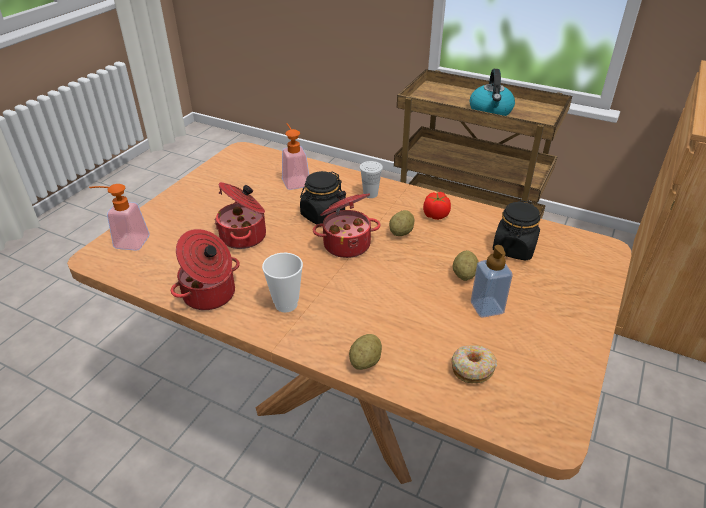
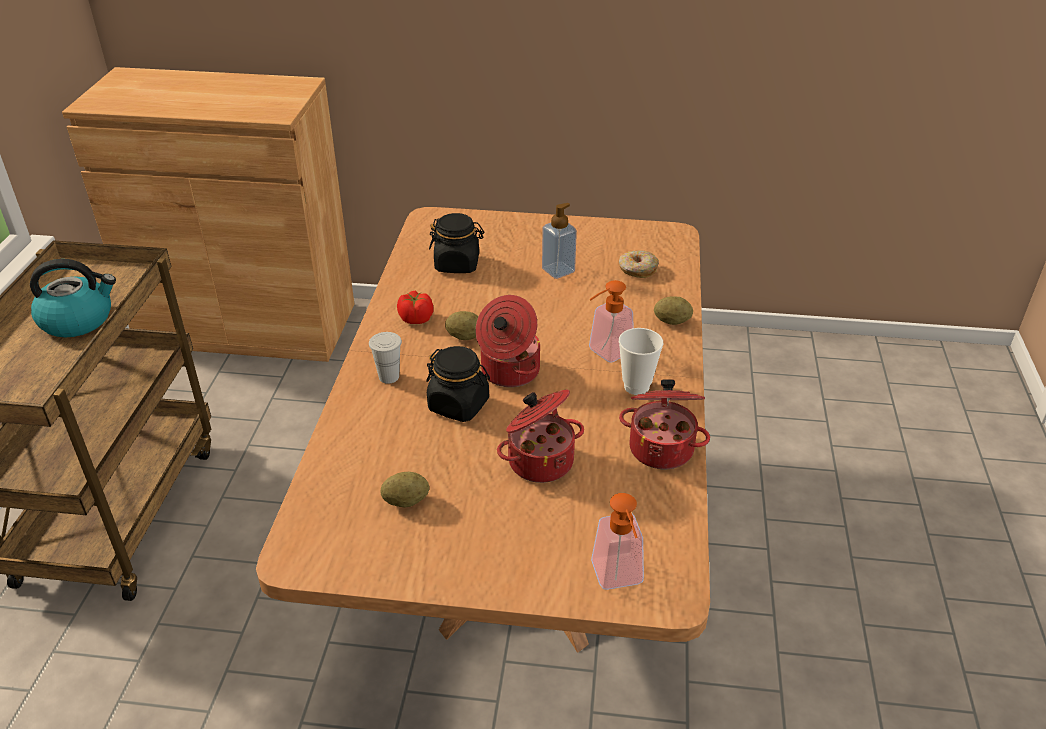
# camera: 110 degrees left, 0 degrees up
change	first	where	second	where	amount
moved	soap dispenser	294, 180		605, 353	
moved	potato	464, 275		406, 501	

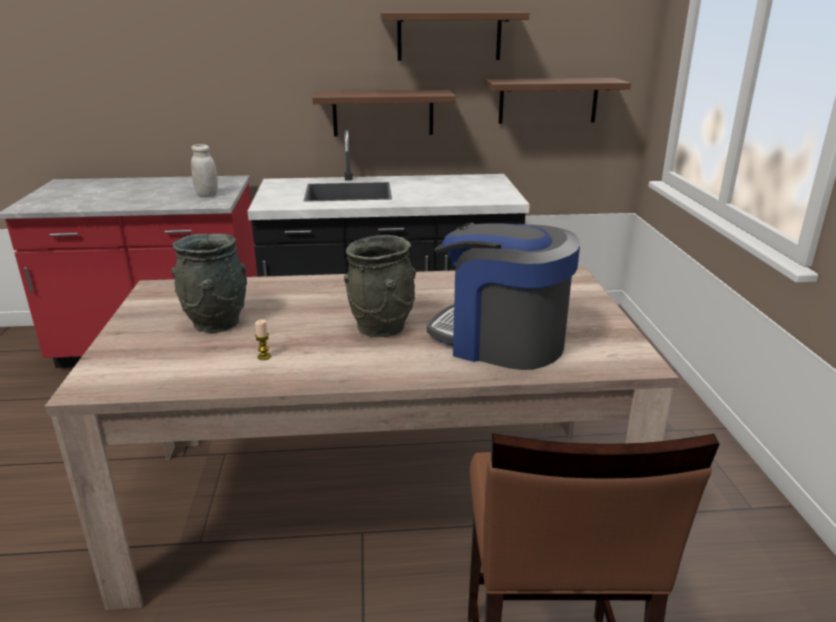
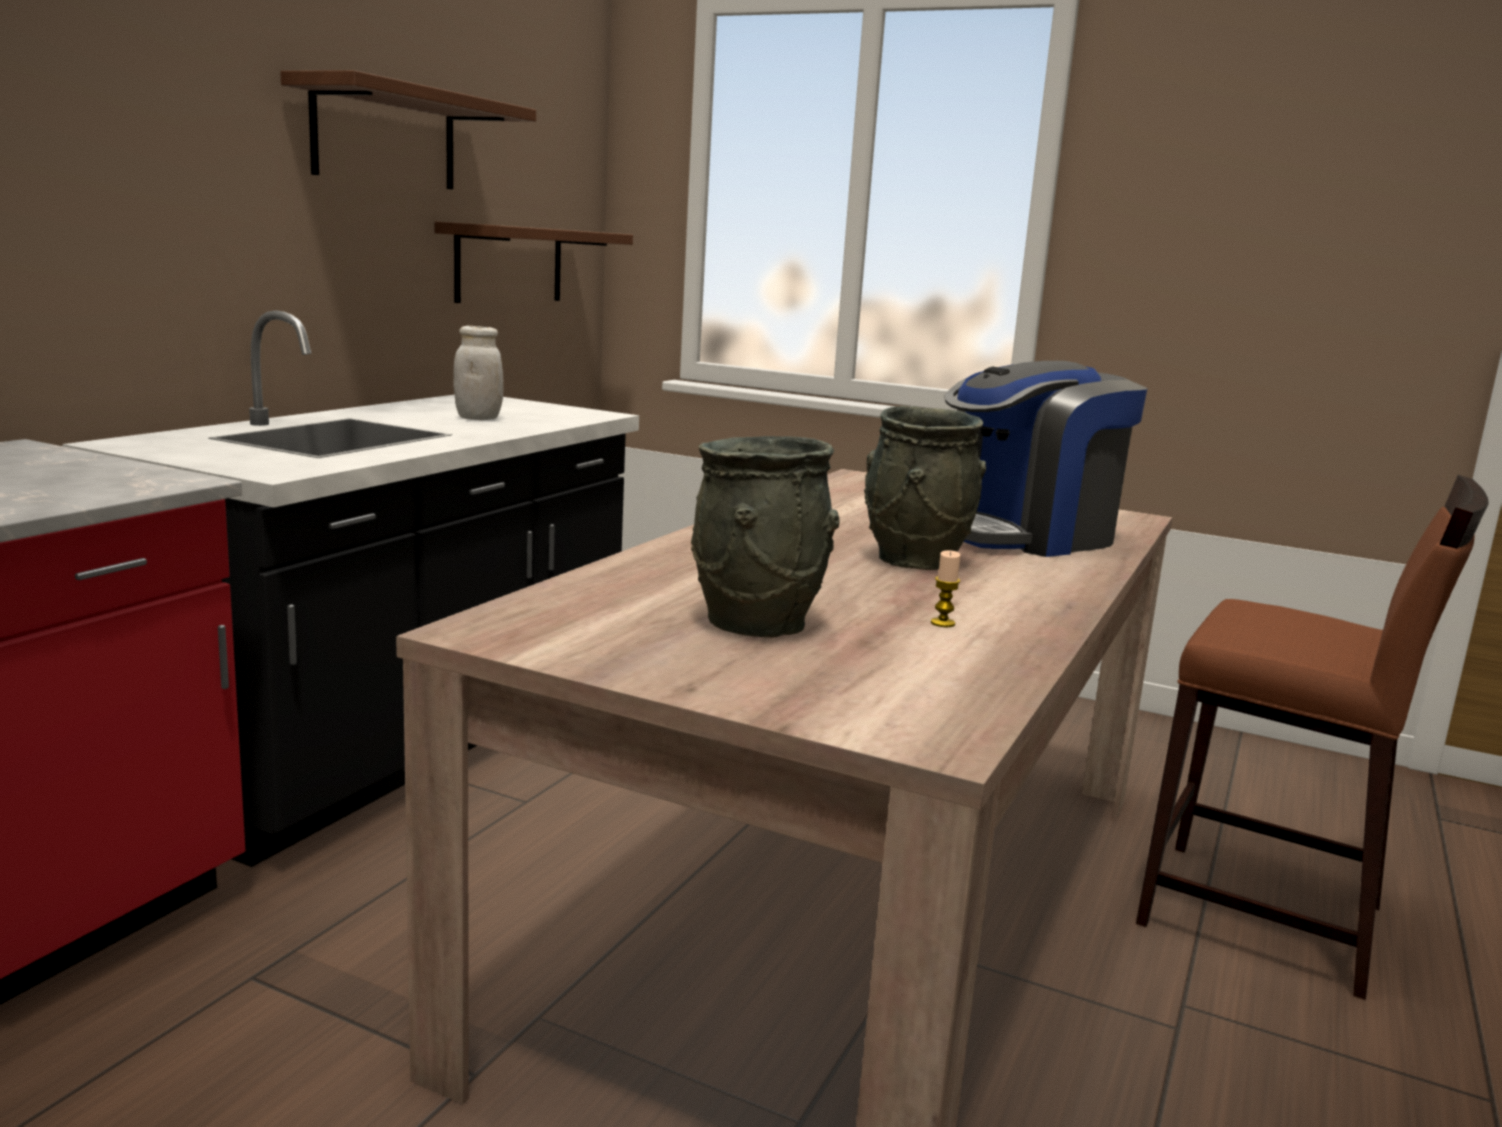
# camera: 60 degrees left, 10 degrees down
change	first	where	second	where	amount
removed	shelf	383, 113			
moved	jar/white	207, 195		478, 418	

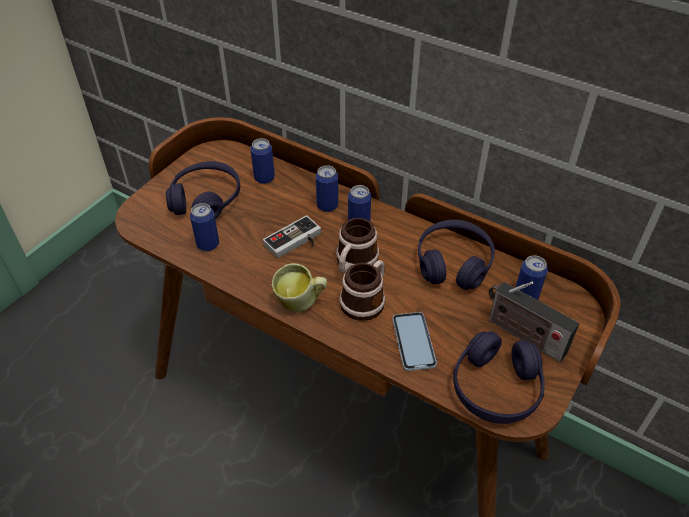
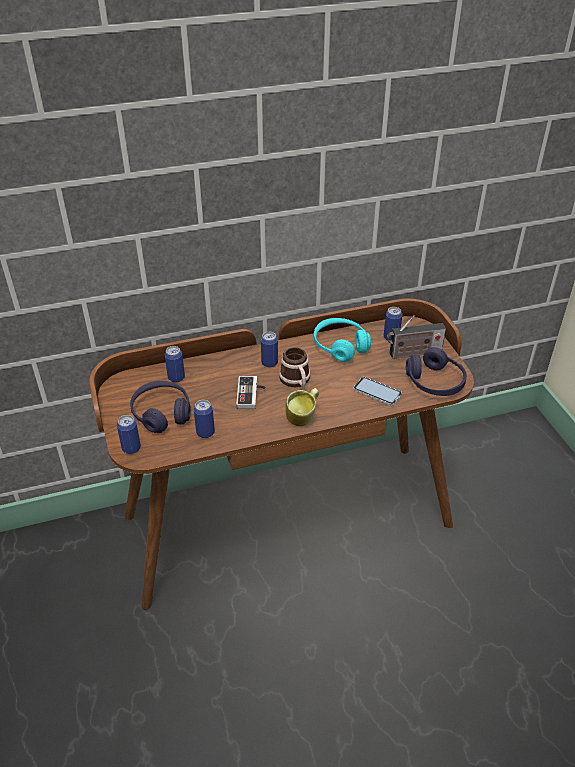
# camera: 50 degrees left, 5 degrees down
change	first	where	second	where	amount
removed	mug	366, 300			
moved	can	327, 206		131, 448	
recoloured	headphones/purple	453, 263	headphones/turquoise	340, 346	

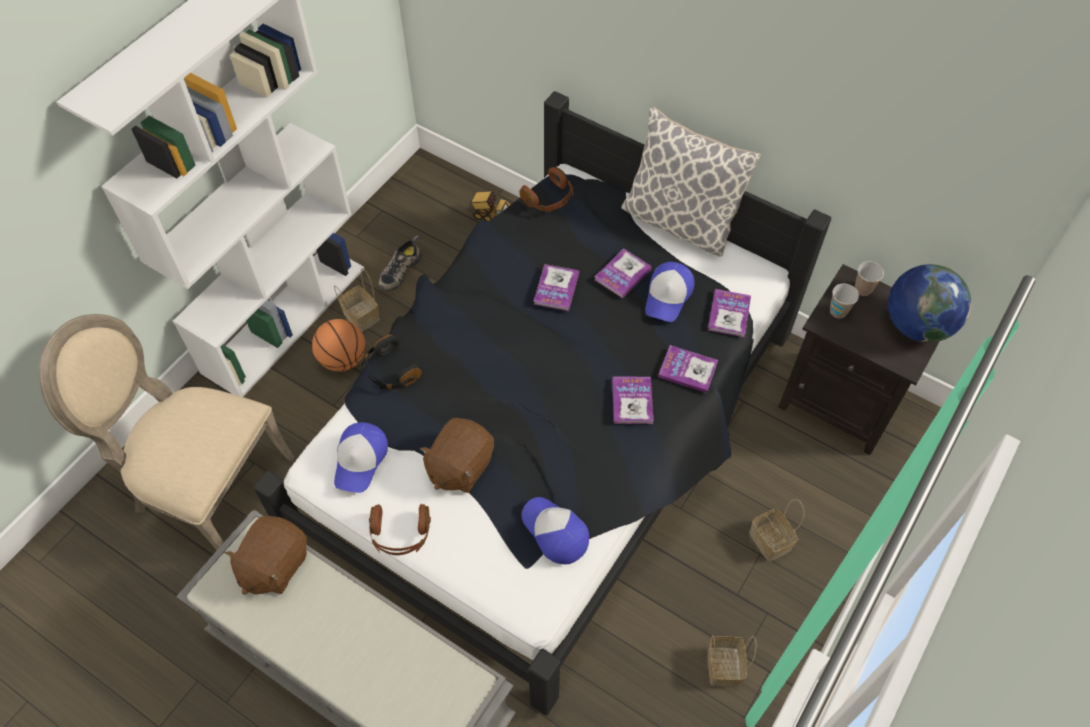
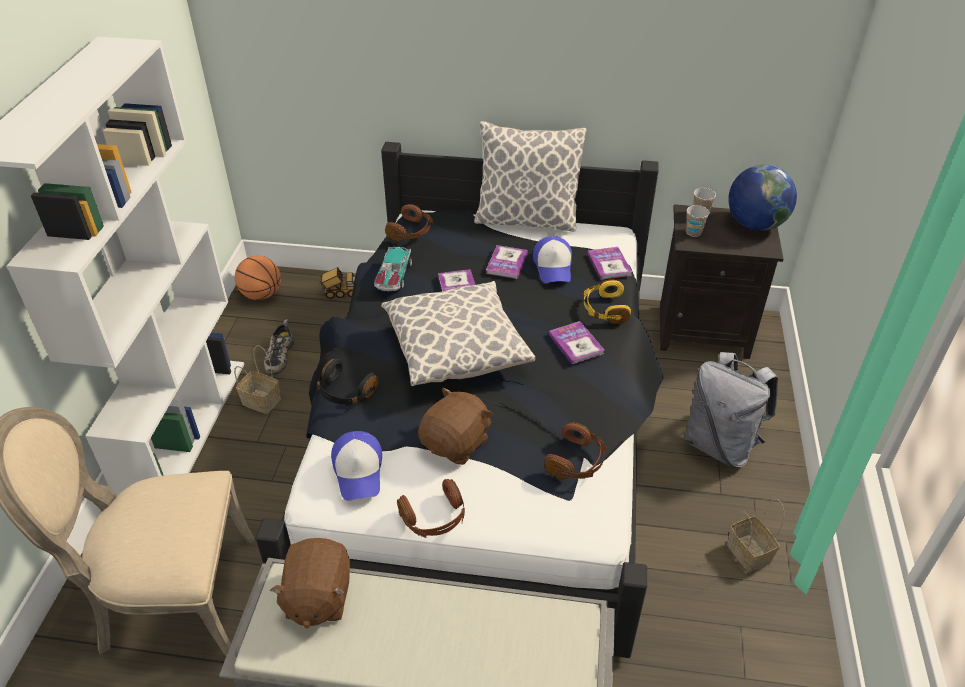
# camera: 25 degrees left, 15 degrees down
change	first	where	second	where	amount
added			toy car	393, 276	
added			pillow	456, 350	
moved	basketball	343, 359		261, 295	
replaced	cap	554, 532	headphones/brown	577, 461	
replaced	book	687, 370	headphones/yellow	604, 309	
replaced	basket	771, 542	backpack/grey	720, 445	
turned	plush toy/brown	459, 466		456, 443	150 degrees counterclockwise

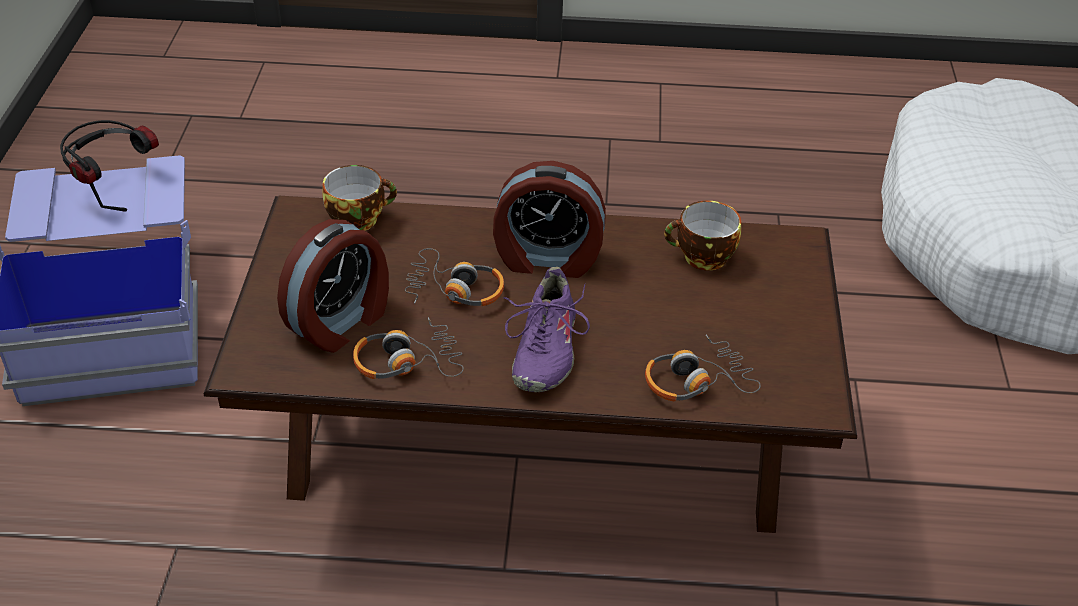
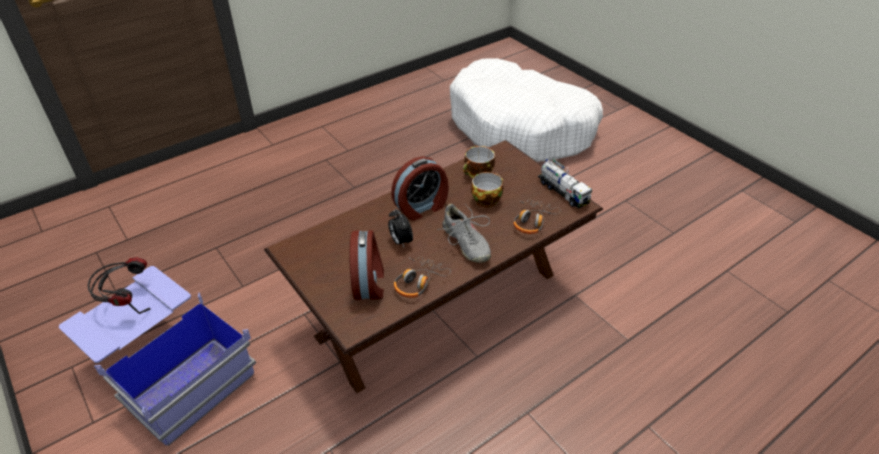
# camera: 40 degrees left, 0 degrees up
change	first	where	second	where	amount
added			toy truck	563, 192	
moved	cup	359, 218		486, 199	
replaced	headphones	455, 290	alarm clock	400, 241	
recoloured	shoe/purple	544, 350	shoe/grey	465, 243	

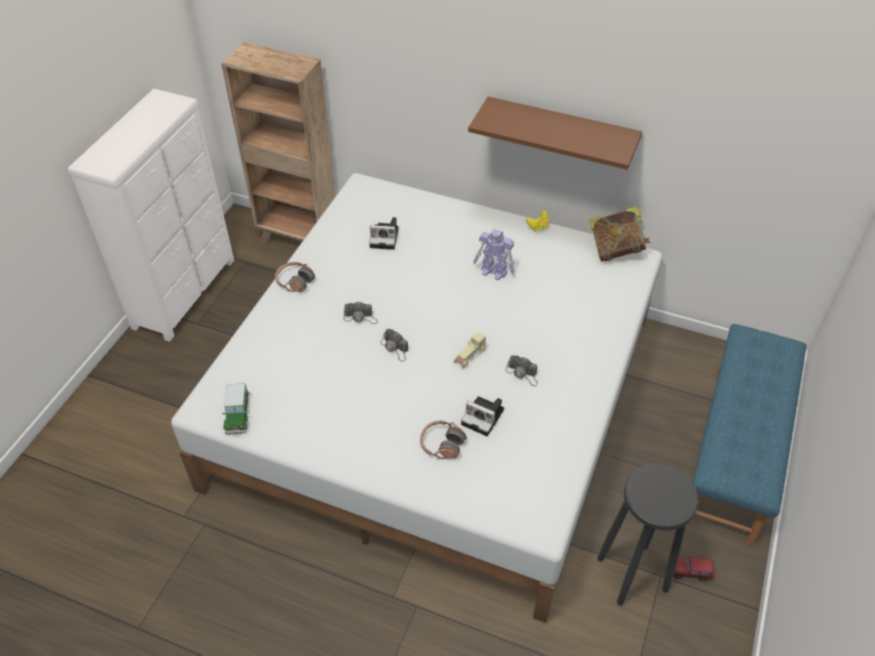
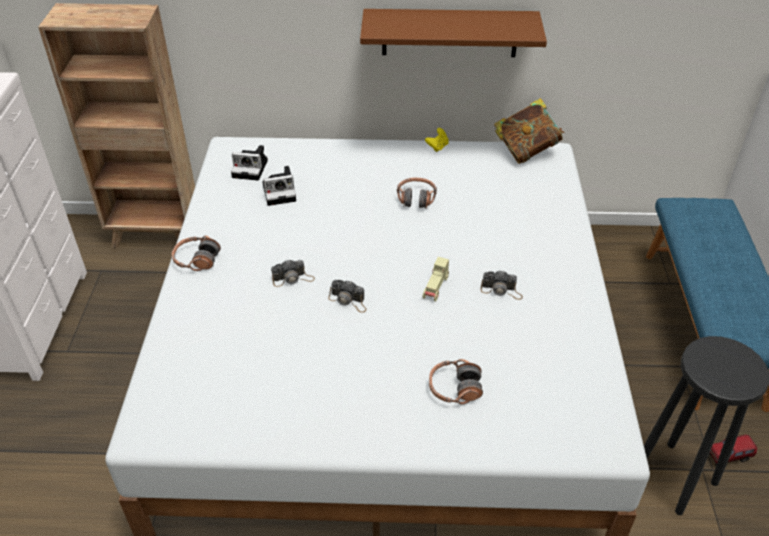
# camera: 20 degrees left, 5 degrees down
change	first	where	second	where	amount
removed	toy car	237, 415			
moved	photo camera	484, 417		251, 168	
replaced	toy robot	494, 272	headphones	416, 198	

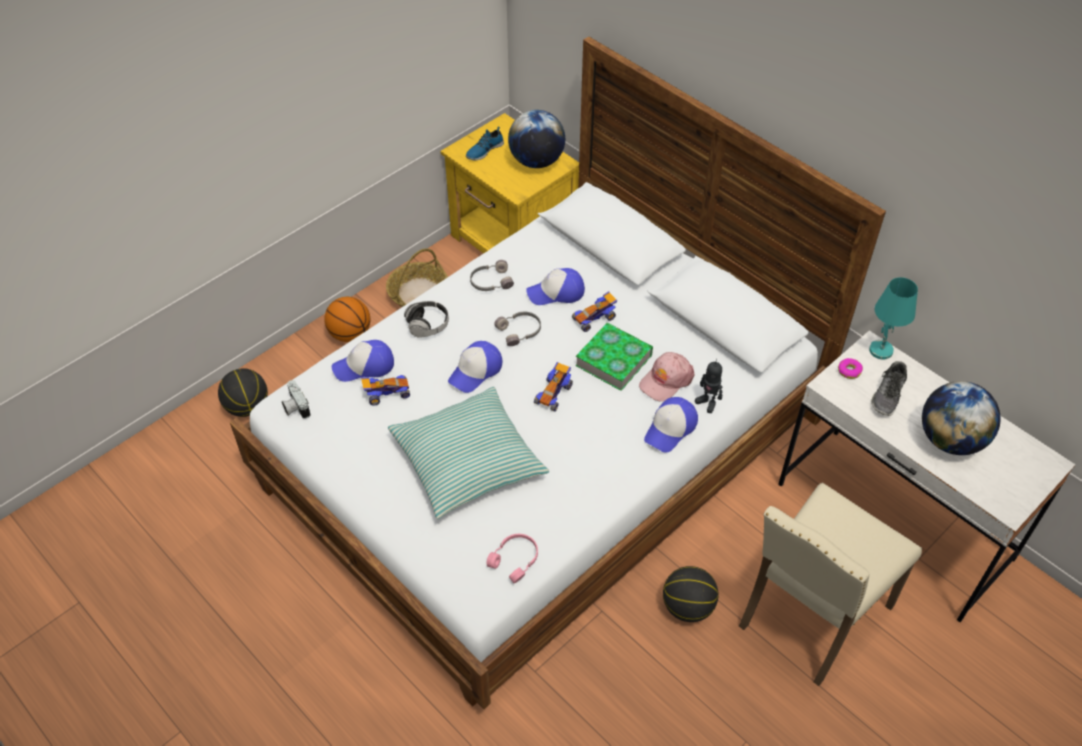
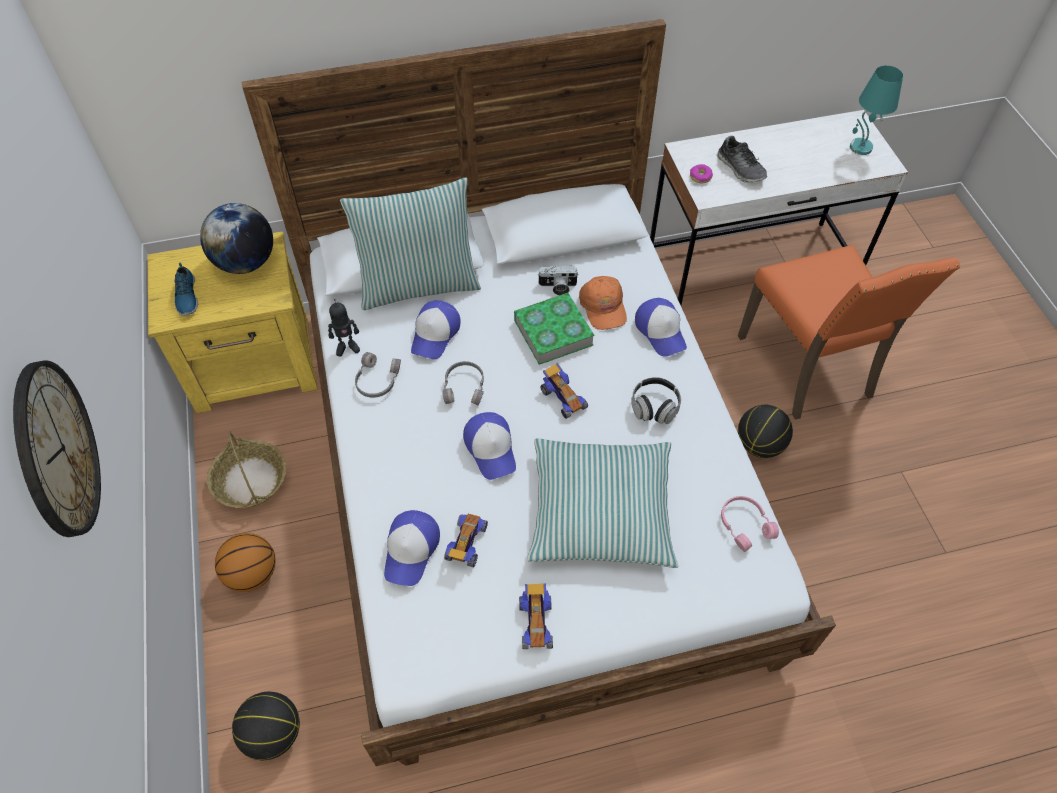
# camera: 60 degrees left, 5 degrees up
change	first	where	second	where	amount
removed	globe	950, 440			
added			wall clock	55, 449	
added			pillow	419, 284	
moved	photo camera	295, 407		557, 287	
moved	headphones	427, 325		654, 407	
moved	toy car	594, 318		535, 622	
moved	toy robot	707, 403		347, 347	
moved	table lamp/turquoise	880, 350		860, 147	
recoloured	cap/pink	666, 380	cap/orange	603, 307	
recoloured	chair/beige	810, 616	chair/orange	808, 367	

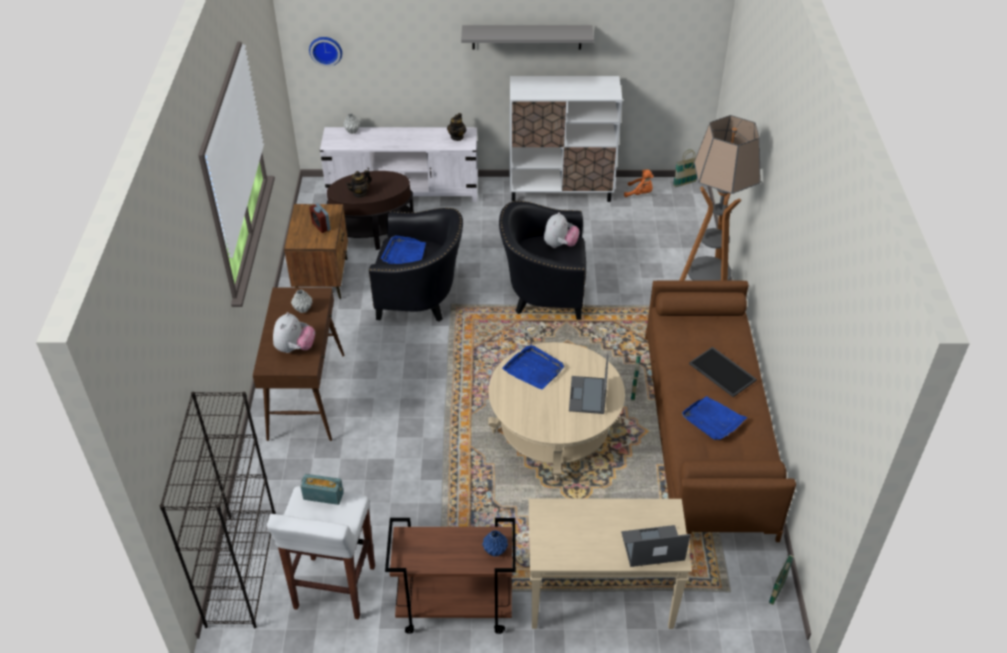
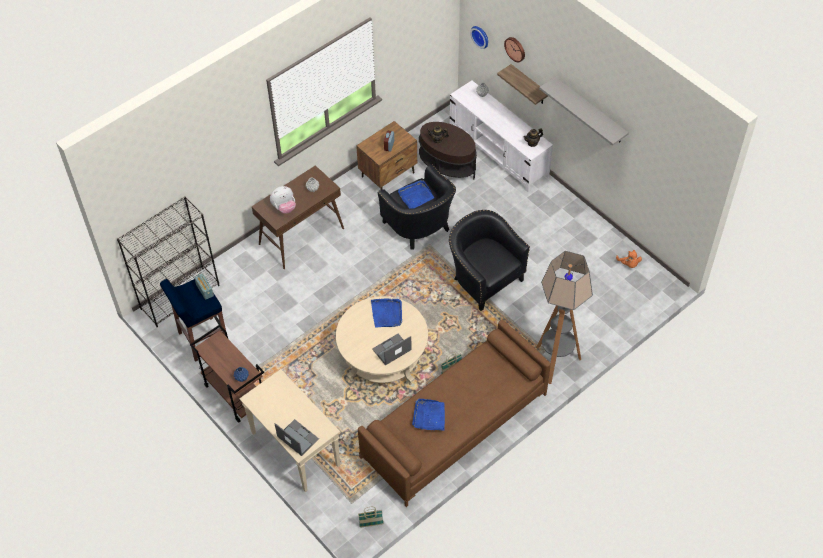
# camera: 50 degrees right, 10 degrees up
change	first	where	second	where	amount
removed	cabinet/white	561, 190			
removed	plush toy	560, 245			
removed	basket	684, 183			
removed	tray	723, 372			
added			shelf	529, 85	
added			wall clock	515, 49	
recoloured	stool/white	334, 588	stool/blue	202, 339	

